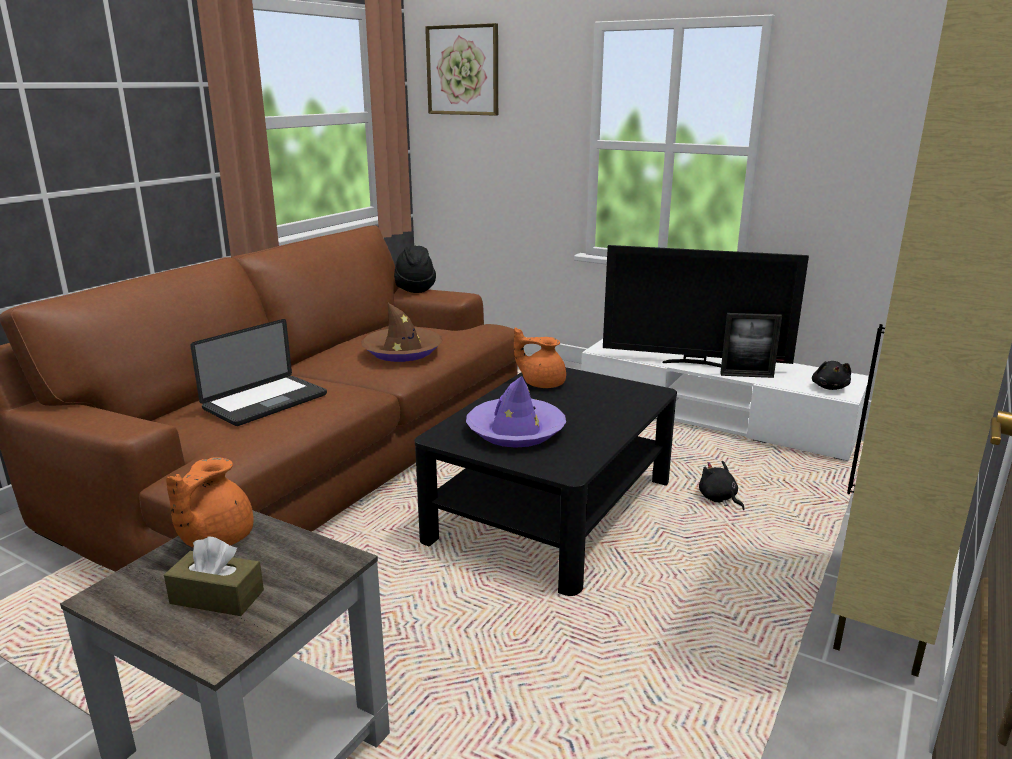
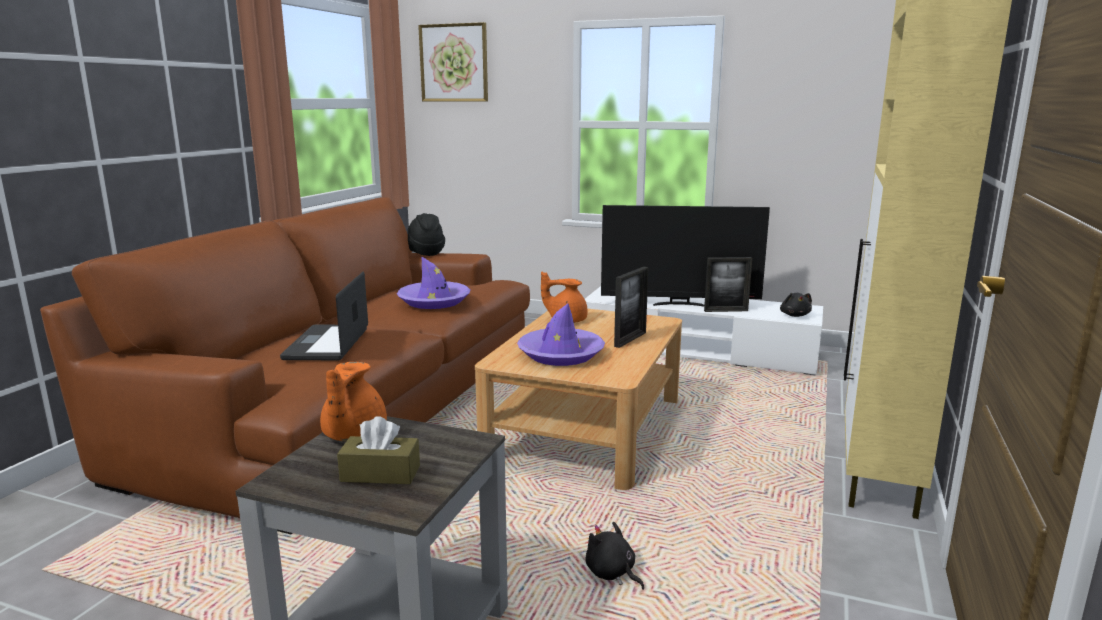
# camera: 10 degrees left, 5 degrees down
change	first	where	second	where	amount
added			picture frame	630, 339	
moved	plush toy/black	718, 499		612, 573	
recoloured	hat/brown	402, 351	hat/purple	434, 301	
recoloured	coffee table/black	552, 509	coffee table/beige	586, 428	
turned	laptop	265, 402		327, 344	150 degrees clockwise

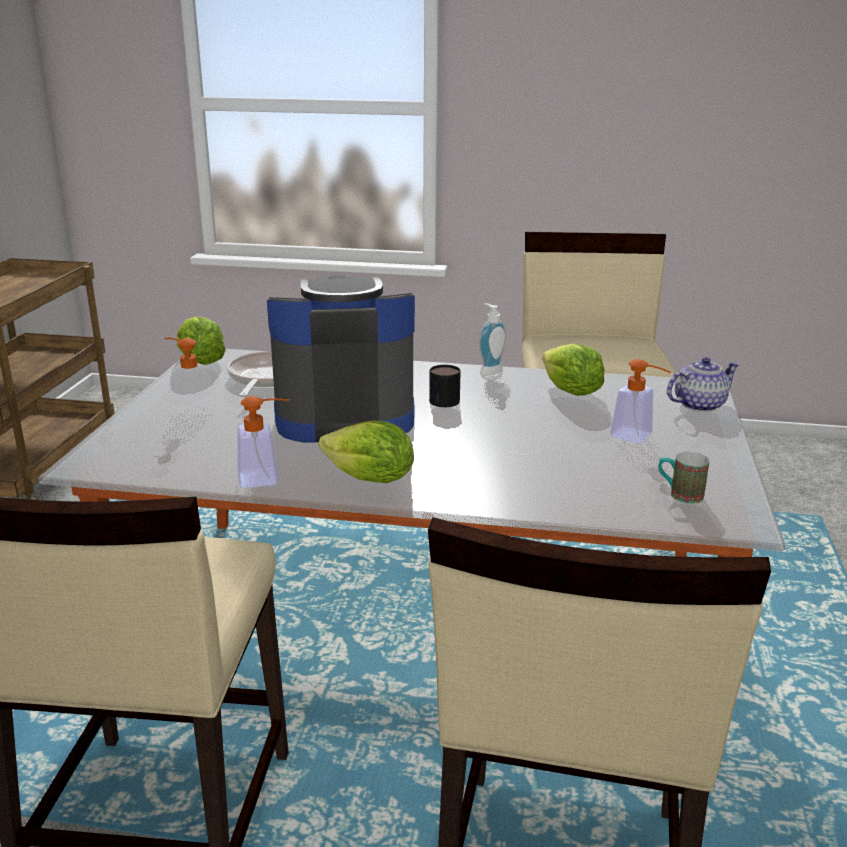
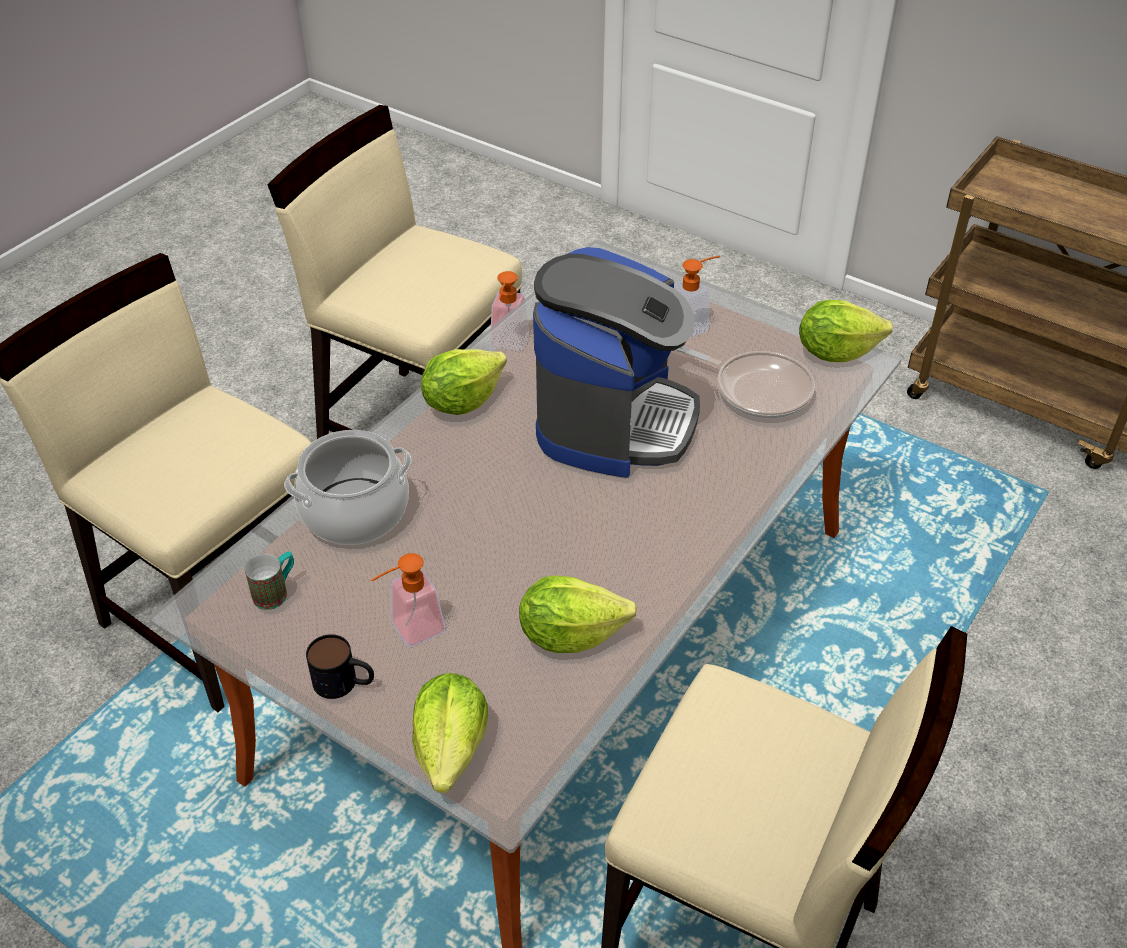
# camera: 115 degrees right, 20 degrees up
change	first	where	second	where	amount
removed	soap dispenser	489, 371			
added			cooking pot	355, 512	
moved	mug	442, 398		344, 683	
replaced	teapot	698, 405	lettuce	451, 749	

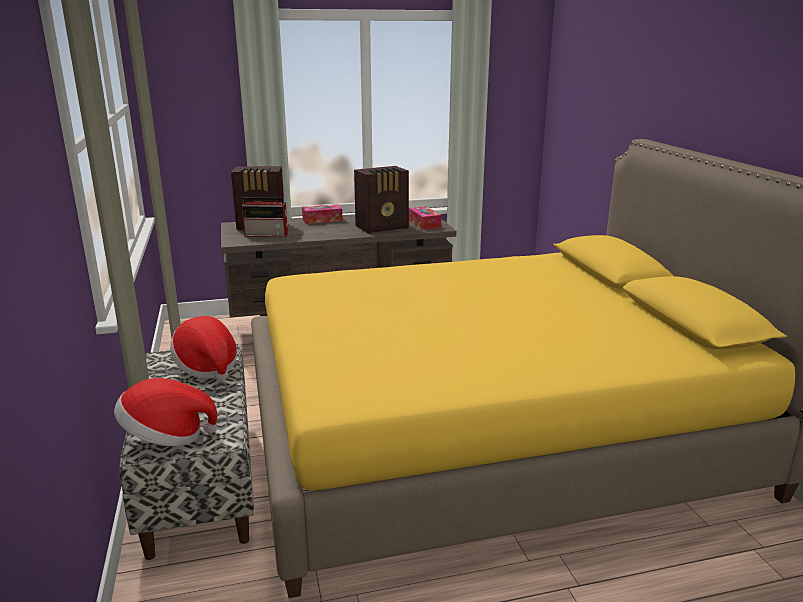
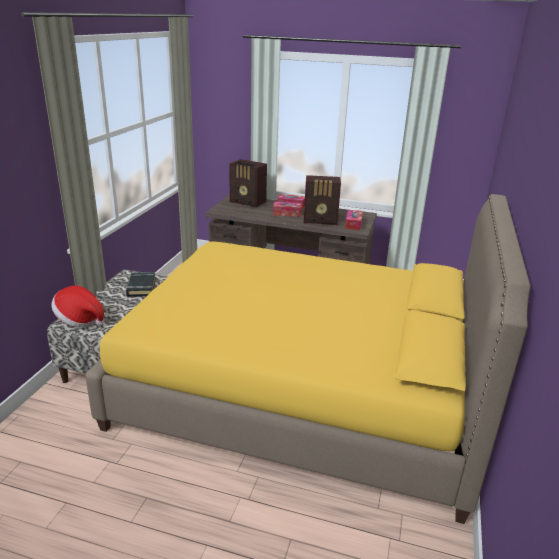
# camera: 30 degrees right, 5 degrees up
change	first	where	second	where	amount
removed	radio	267, 235			
added			tissue box	287, 213	
replaced	hat	207, 367	book/black	141, 287	

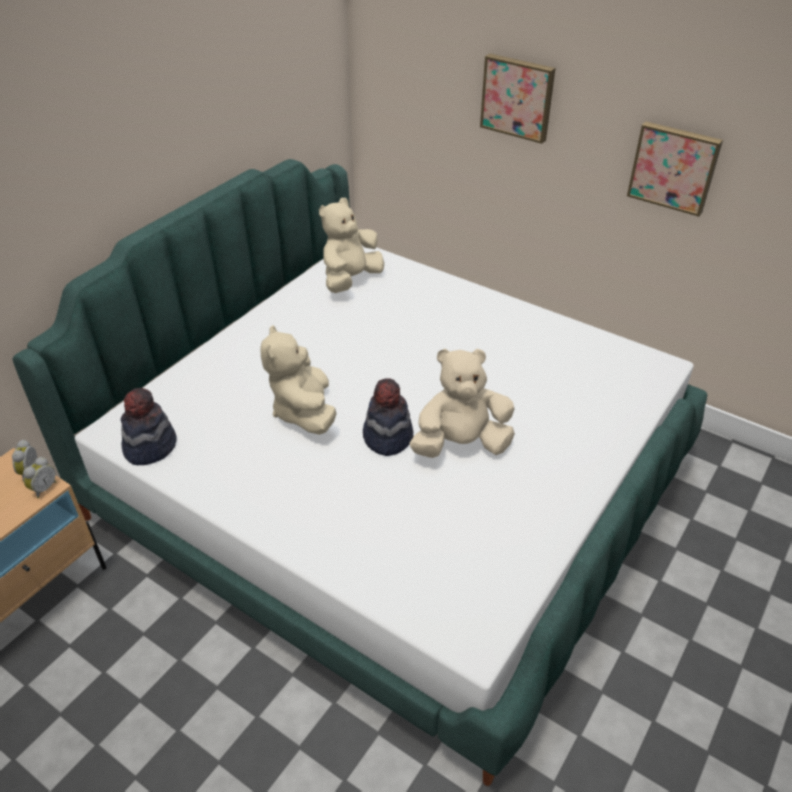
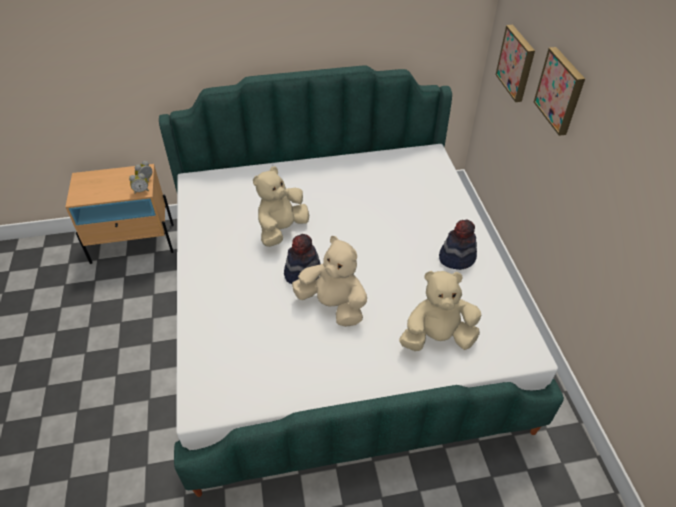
# camera: 45 degrees right, 5 degrees up
change	first	where	second	where	amount
moved	hat	149, 446		456, 257	
moved	plush toy/beige	350, 280		437, 337	
moved	picture	674, 167		517, 63	

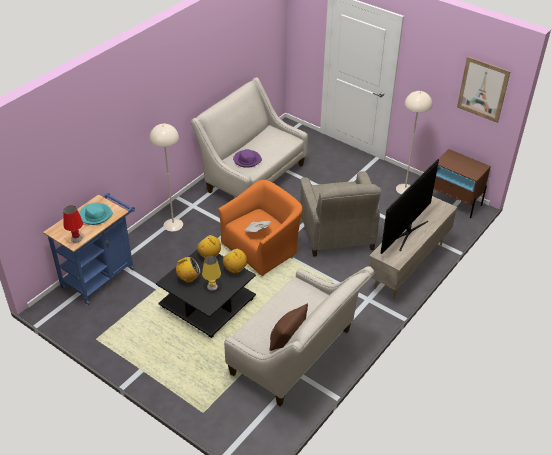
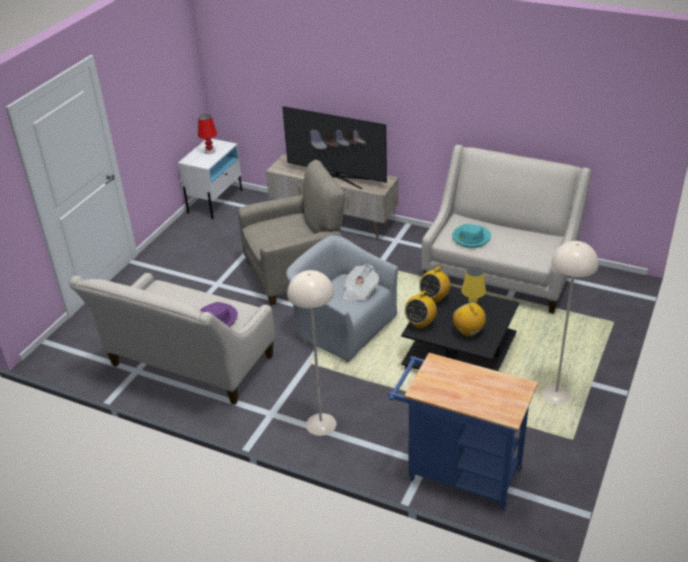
# camera: 100 degrees left, 5 degrees down
change	first	where	second	where	amount
removed	pillow/brown	287, 339			
removed	picture	483, 89			
moved	table lamp/red	76, 238		210, 151	
moved	hat/turquoise	95, 215		471, 238	
moved	floor lamp/beige	405, 189		555, 394	
recoloured	armchair/orange	262, 248	armchair/grey	343, 328	
recoloured	nightstand/brown	454, 202	nightstand/white	215, 201	

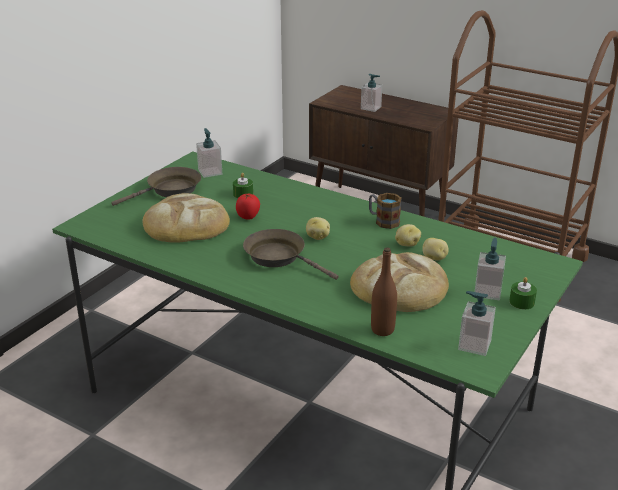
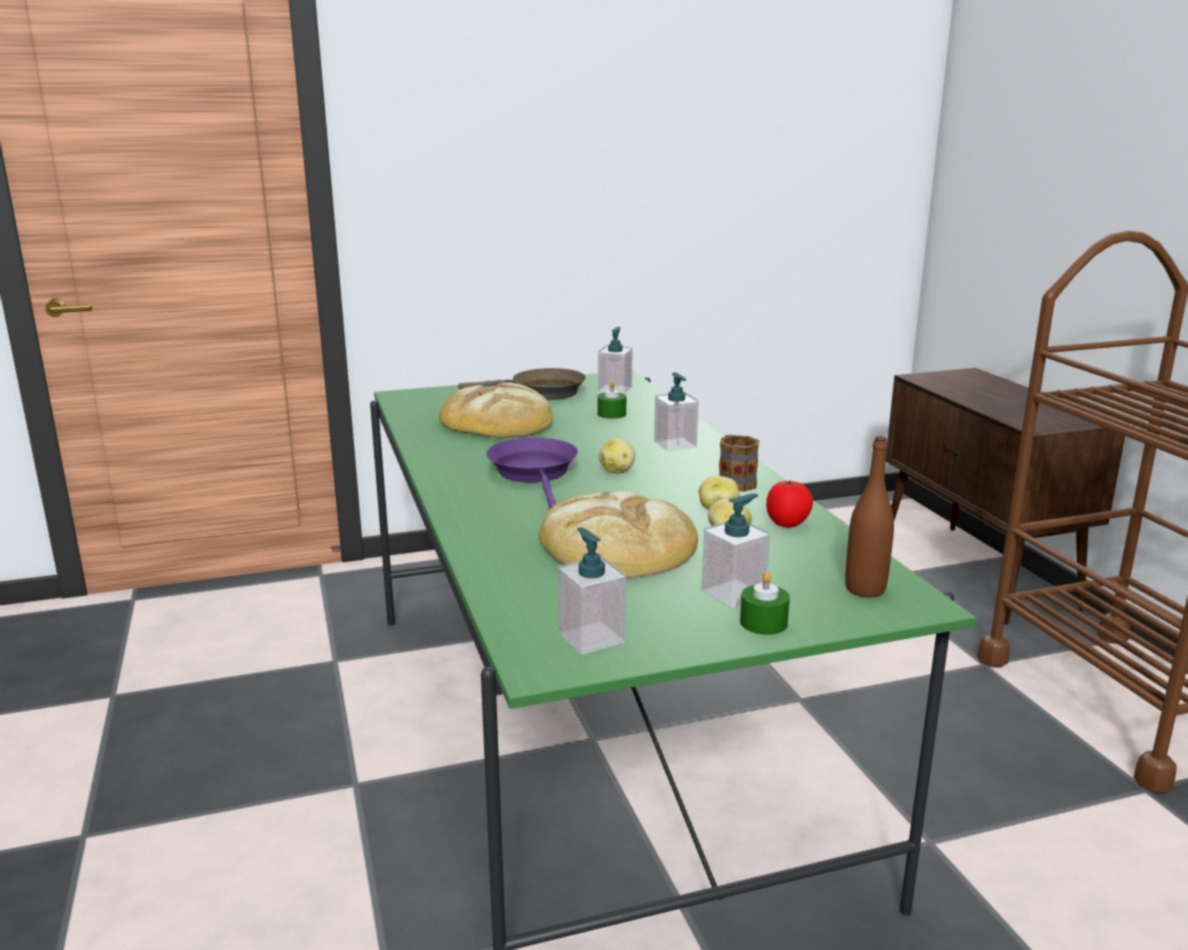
# camera: 40 degrees right, 10 degrees down
change	first	where	second	where	amount
moved	tomato	248, 217		787, 524	
moved	soap dispenser	371, 108		675, 444	
moved	bottle/brown	382, 330		865, 589	
recoloured	frying pan/brown	279, 257	frying pan/purple	535, 474	

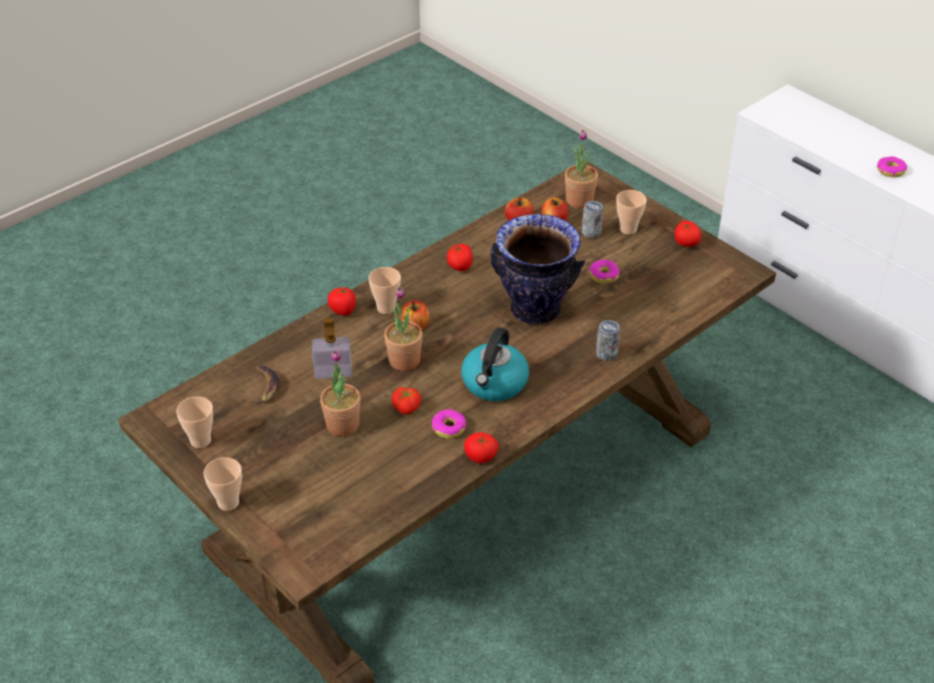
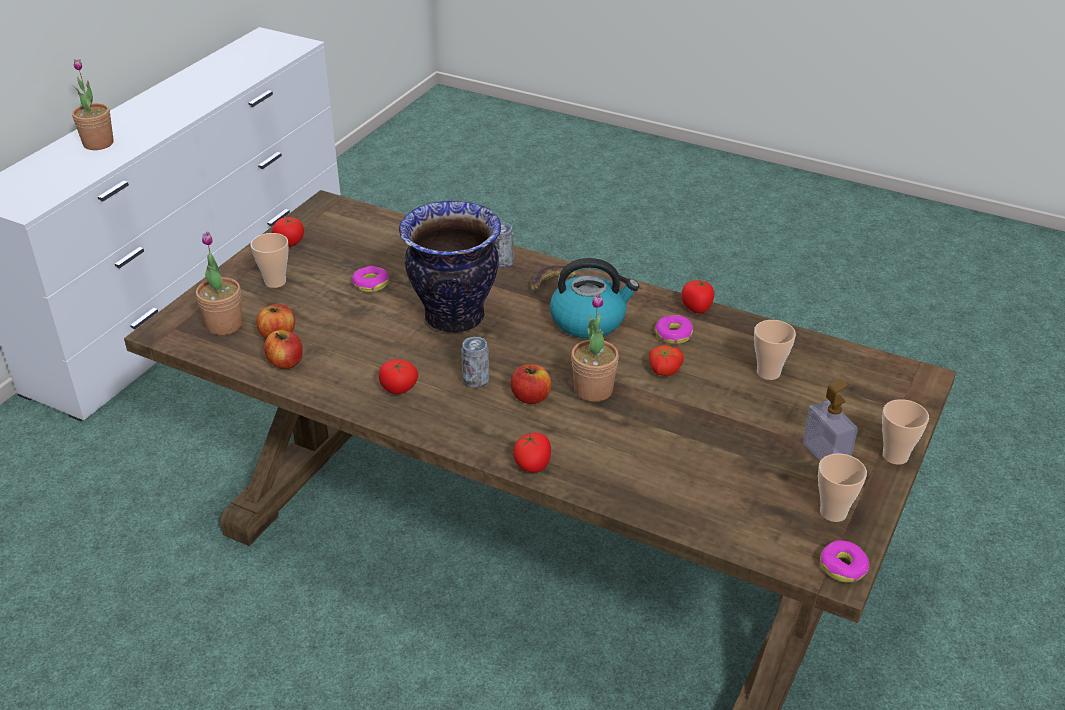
# camera: 110 degrees left, 5 degrees down
change	first	where	second	where	amount
moved	banana	264, 387		553, 283	
moved	soap dispenser	333, 371		825, 453	
moved	potted plant	342, 425		98, 143	
moved	cup	386, 308		768, 373	
moved	can	591, 233		476, 381	
moved	donut	890, 171		843, 567	

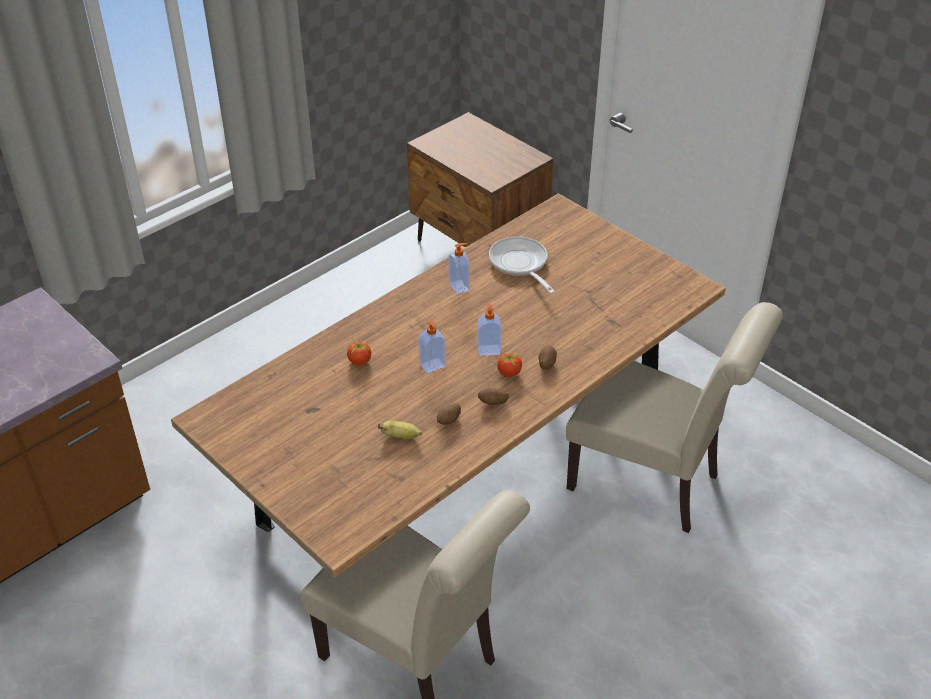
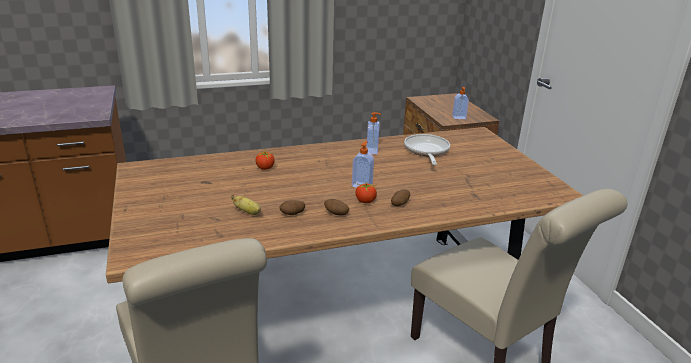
# camera: 25 degrees right, 15 degrees down
change	first	where	second	where	amount
moved	soap dispenser	432, 366		459, 117	

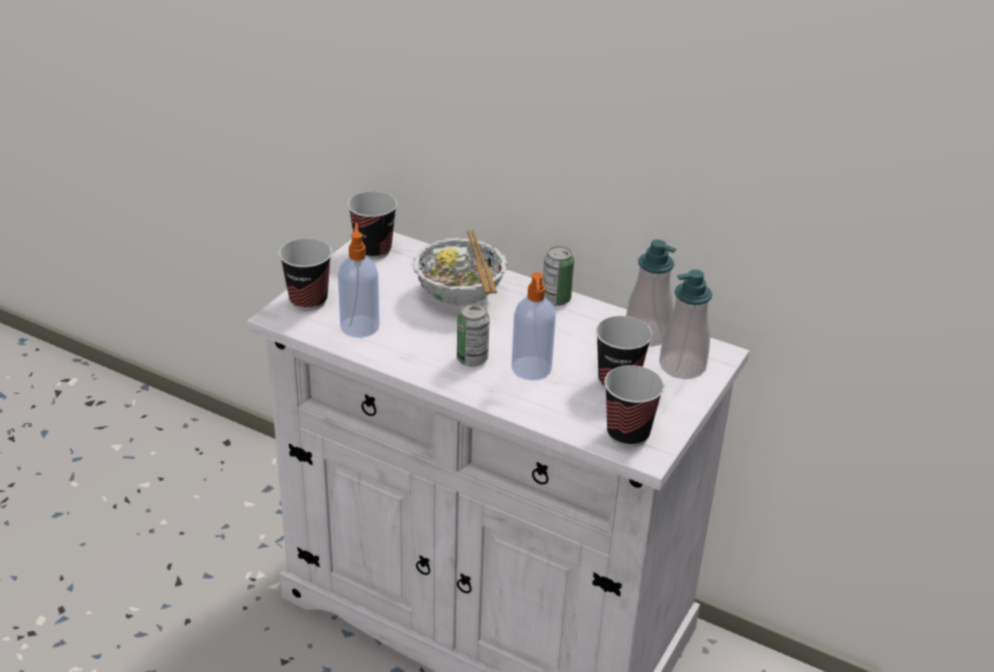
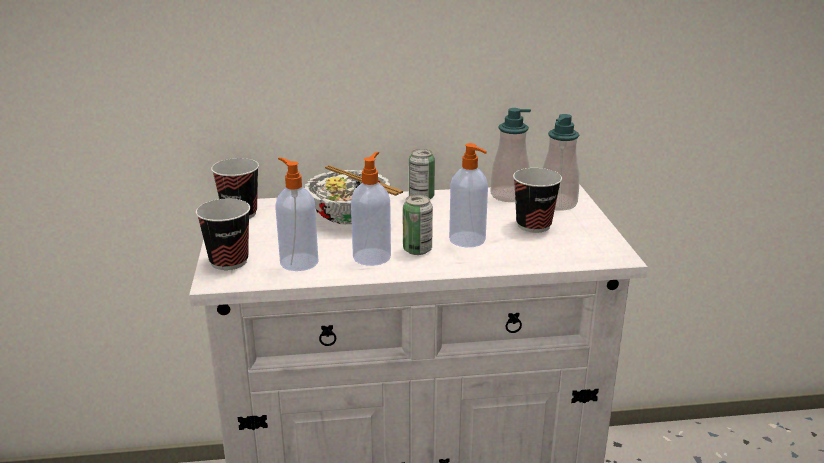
# camera: 35 degrees left, 10 degrees down
change	first	where	second	where	amount
removed	cup	628, 434			
added			soap dispenser	372, 256	

